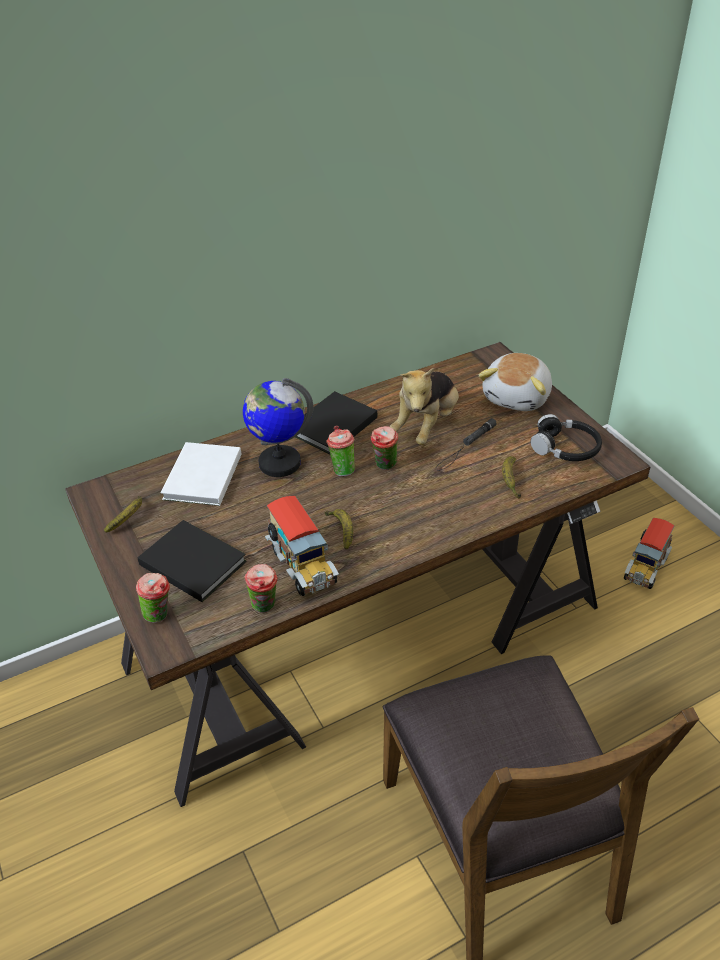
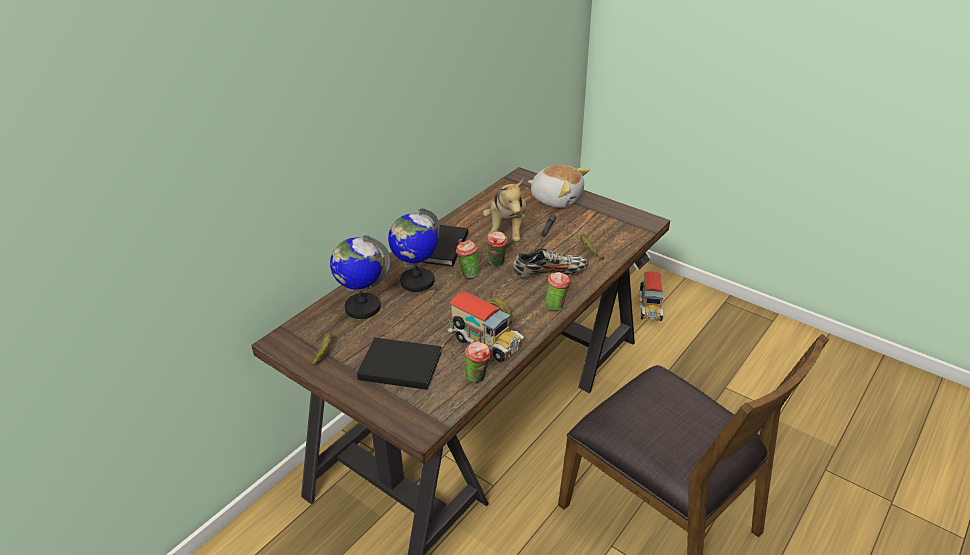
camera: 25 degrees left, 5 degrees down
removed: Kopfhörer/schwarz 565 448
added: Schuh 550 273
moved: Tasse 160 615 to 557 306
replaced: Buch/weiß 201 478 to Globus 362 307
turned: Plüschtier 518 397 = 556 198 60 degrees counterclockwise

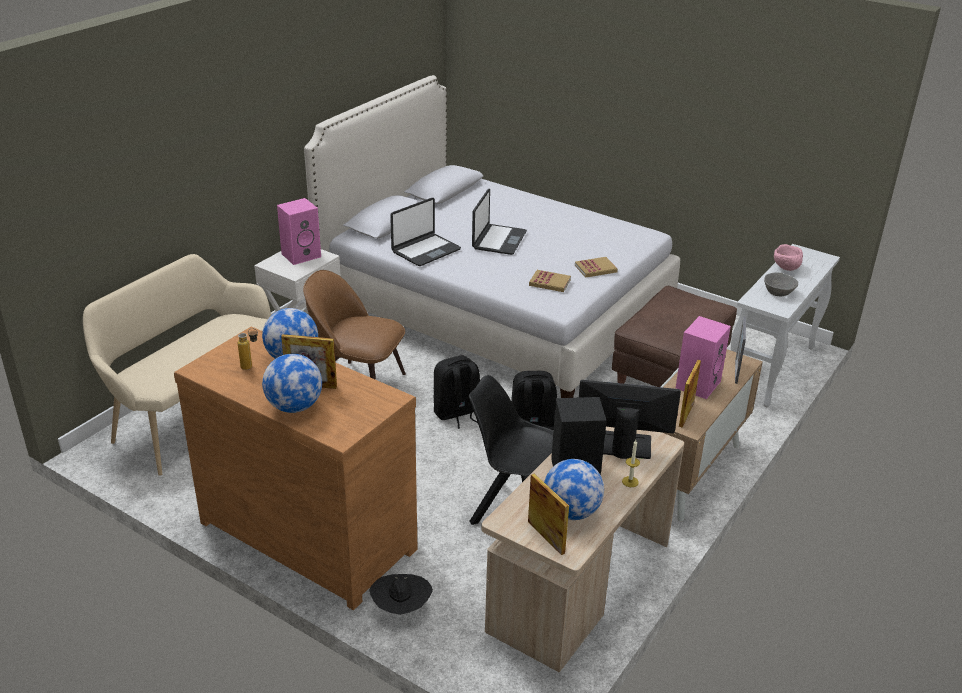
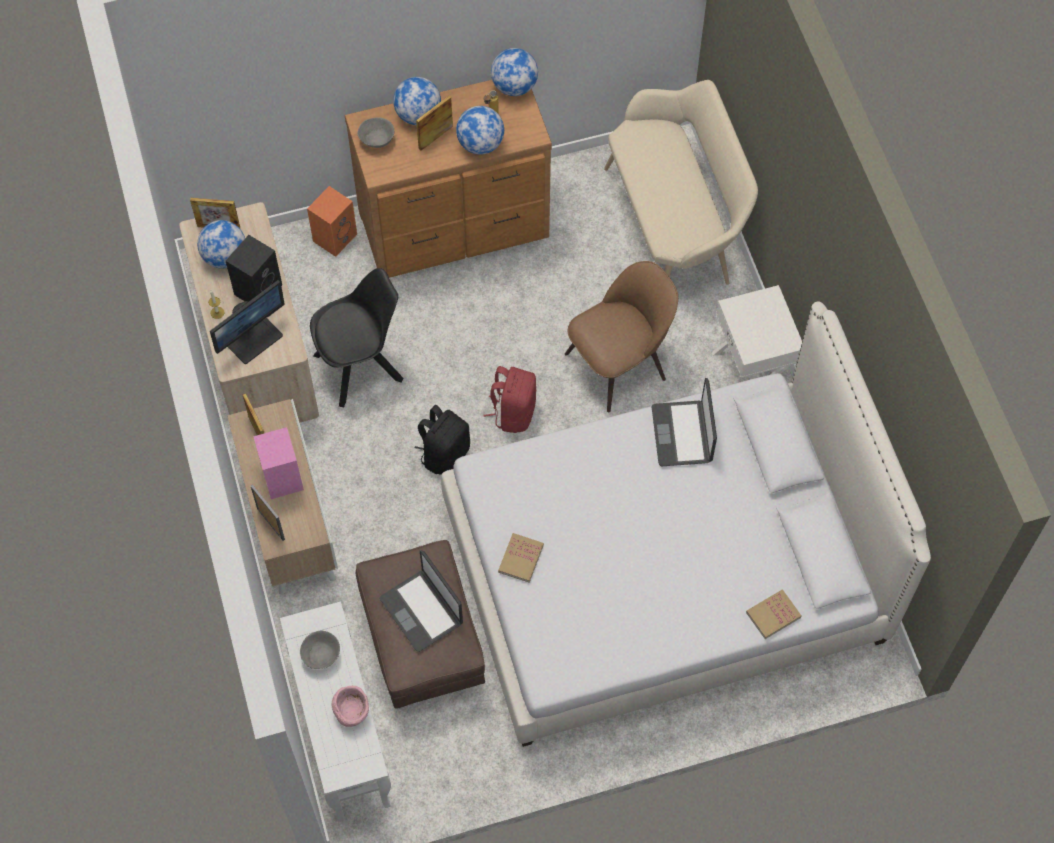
camera: 130 degrees right, 30 degrees up
removed: Lautsprecher/rosa 301 255
added: Globus 514 86; Schüssel/grau 377 140
moved: Laptop 498 240 to 422 610; Buch 549 282 to 773 615
replaced: Hut/schwarz 401 608 to Lautsprecher/orange 335 236
recoloured: Rucksack/schwarz 457 413 to Rucksack/rot 513 412

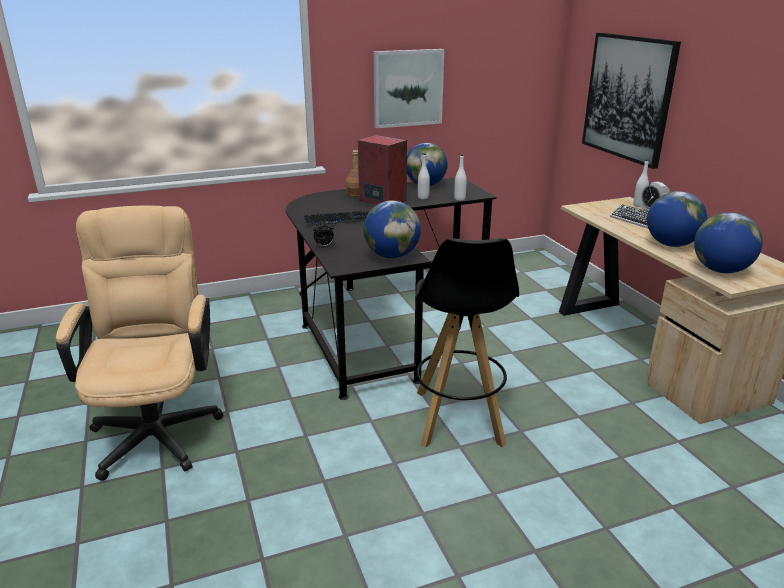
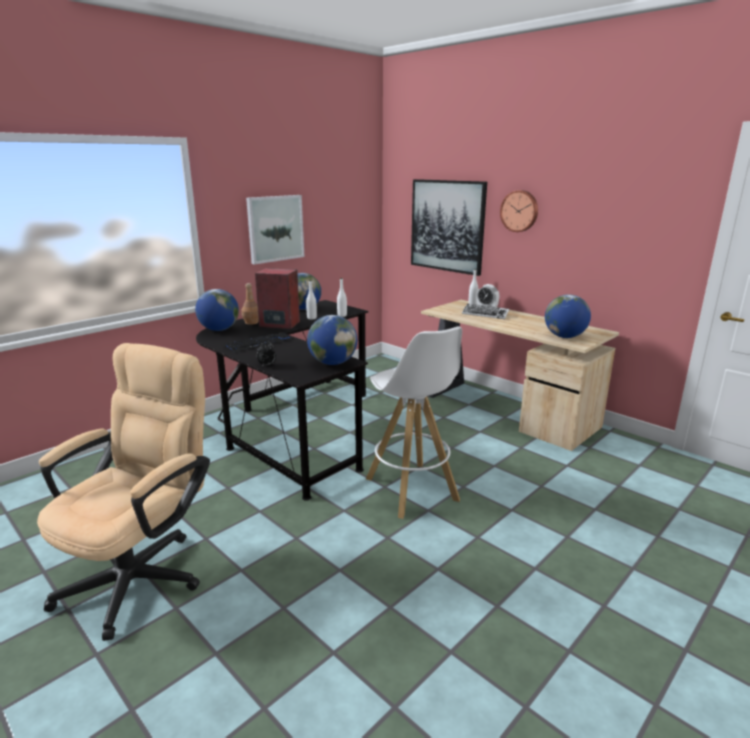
camera: 25 degrees left, 5 degrees down
added: Wanduhr 519 211
moved: Globus 671 244 to 219 330
recoloured: Hocker/schwarz 458 418 to Hocker/weiß 412 490
turned: Bürostuhl/beige 158 427 = 143 572 60 degrees clockwise

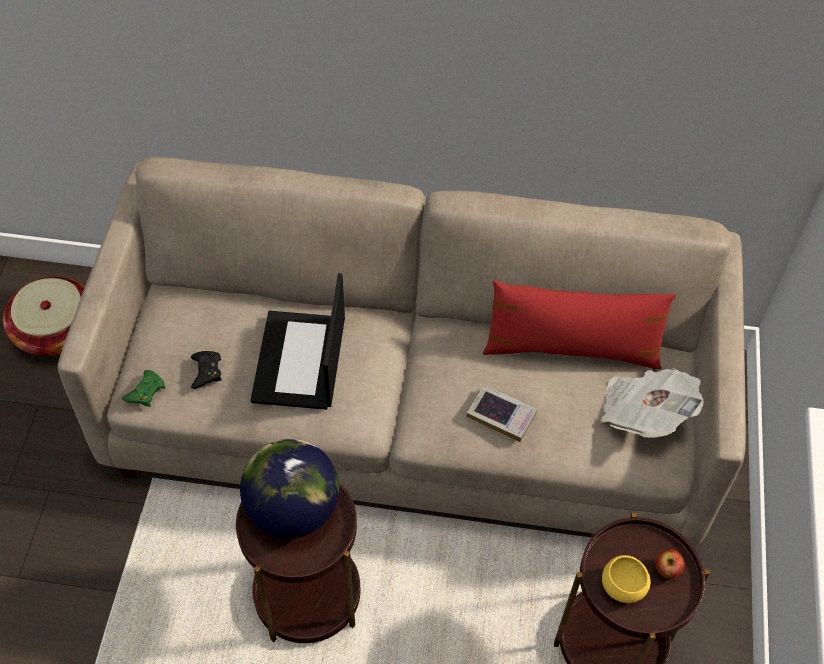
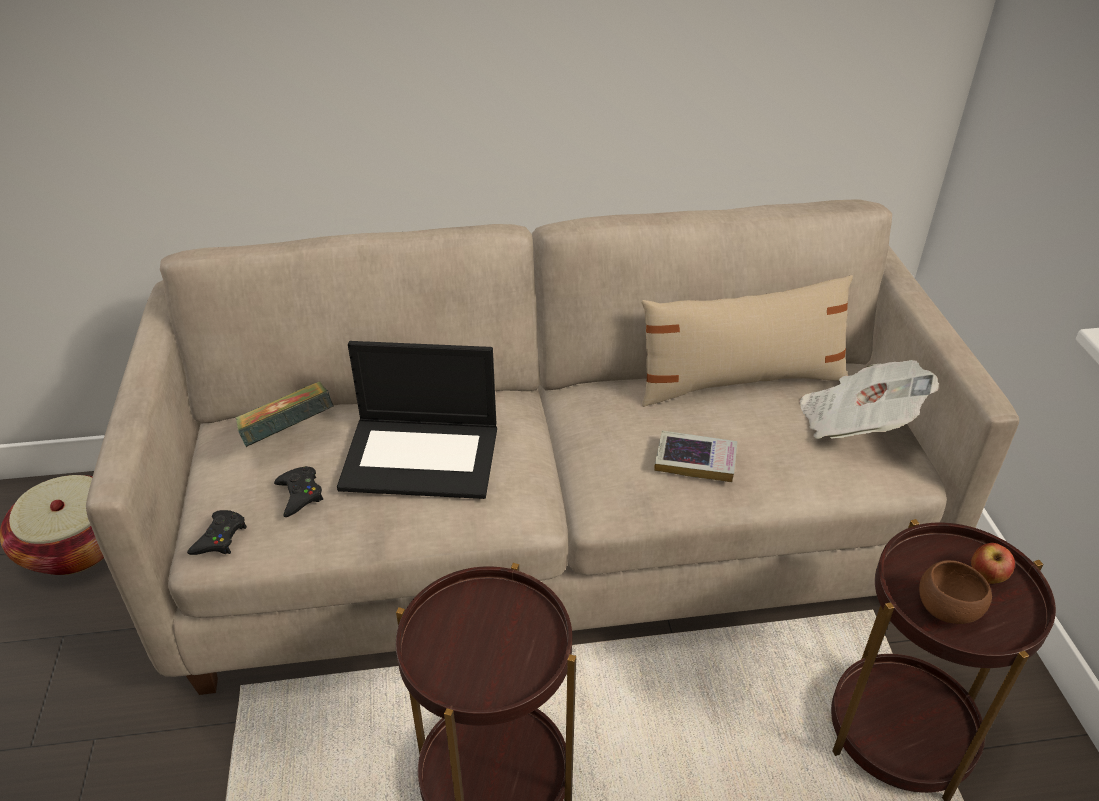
camera: 15 degrees left, 15 degrees down
removed: Globus 293 510
added: Buch 289 435
recoloured: Kissen/rot 572 348 to Kissen/beige 740 381; Gamepad/grün 146 391 to Gamepad/schwarz 220 538; Schüssel/gelb 622 587 to Schüssel/braun 947 610
turned: Laptop 300 361 = 422 456 75 degrees counterclockwise

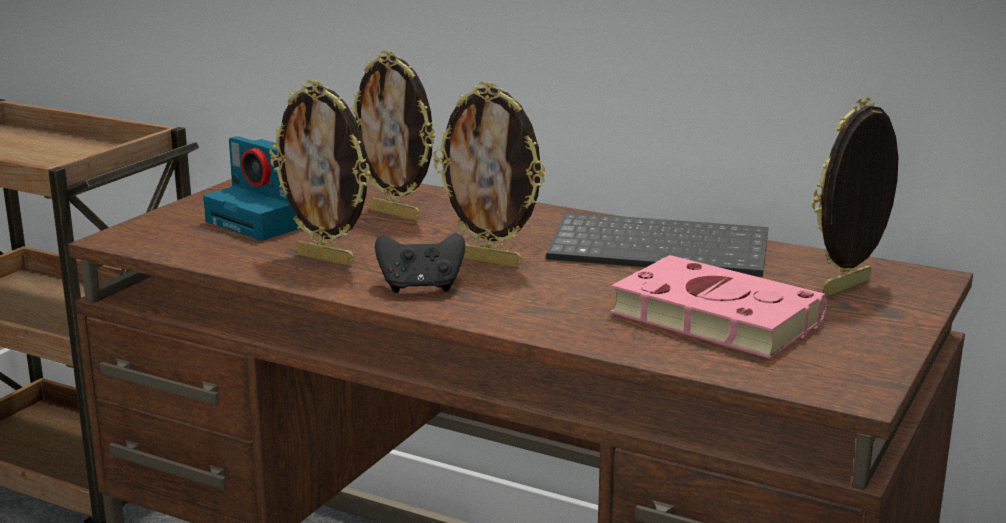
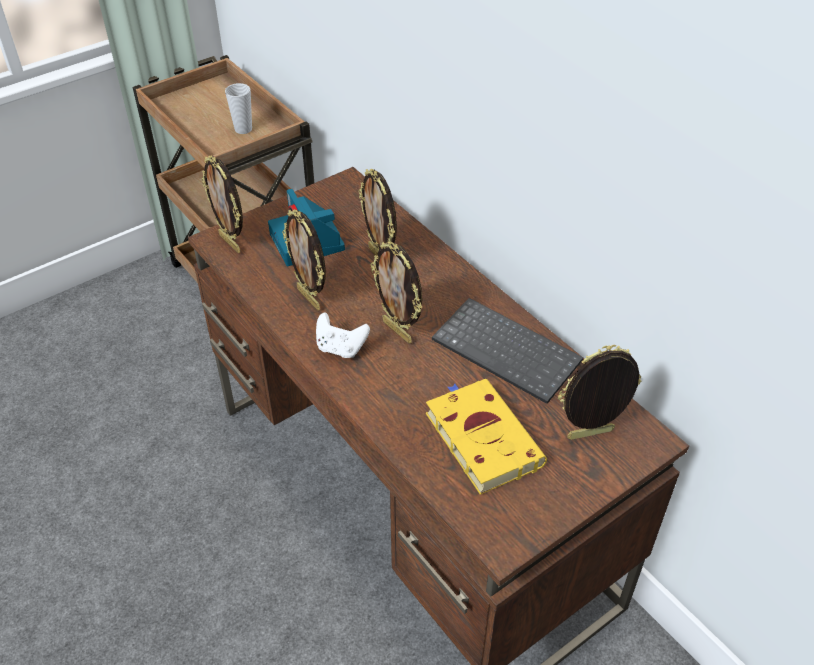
camera: 25 degrees right, 25 degrees up
added: Tasse 243 129; Bilderrahmen 231 243
recoloured: Gamepad/schwarz 421 287 to Gamepad/weiß 341 348; Buch/rosa 710 316 to Buch/gelb 480 437

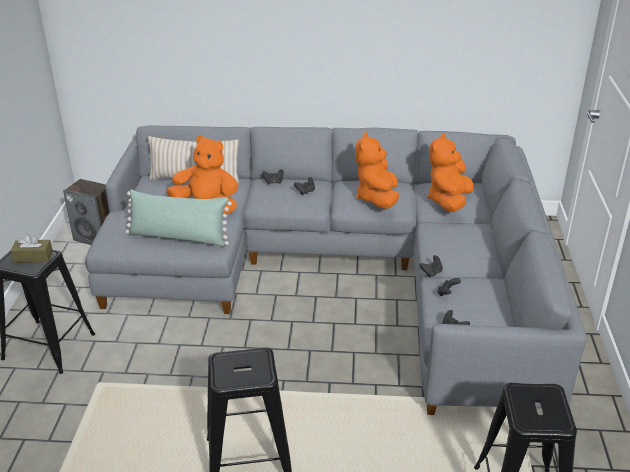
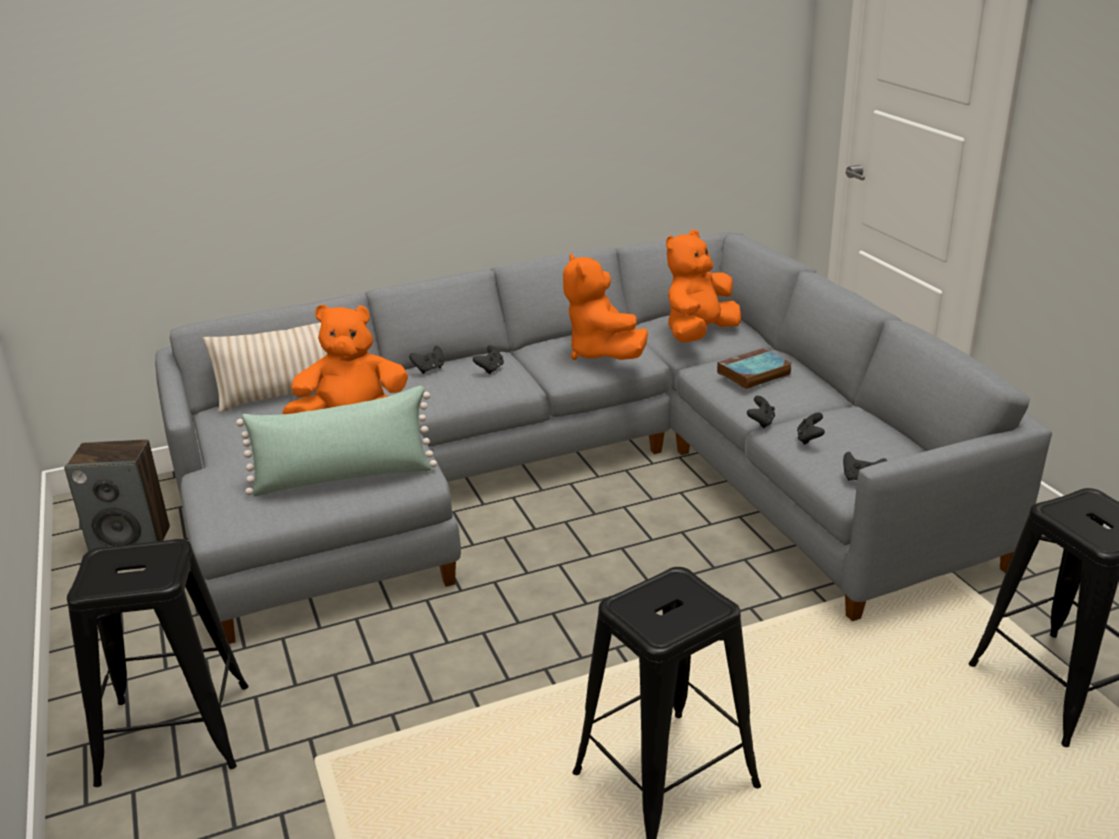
camera: 25 degrees left, 5 degrees down
removed: Taschentuchbox/braun 33 257
added: Buch 753 374
turned: Plüschtier/orange 448 201 = 699 334 45 degrees clockwise

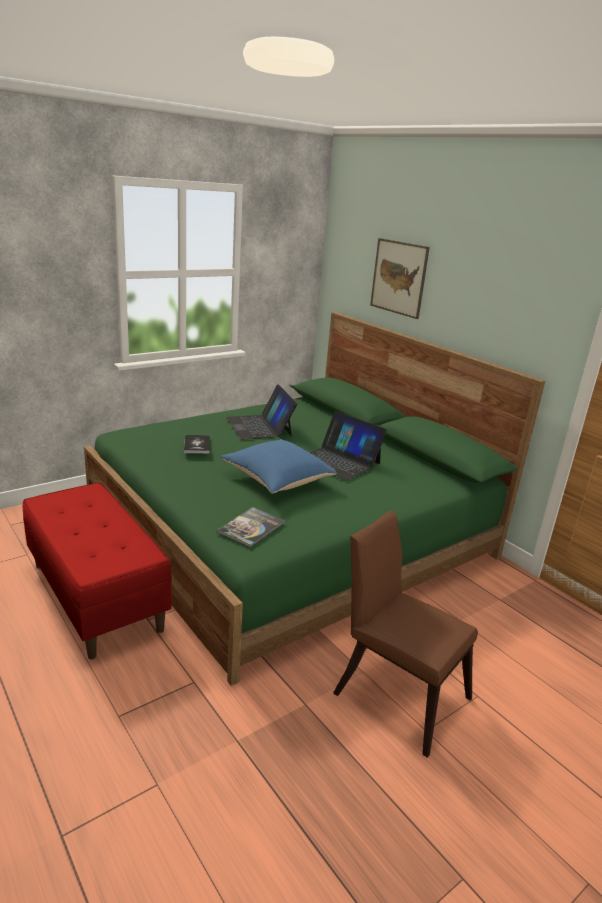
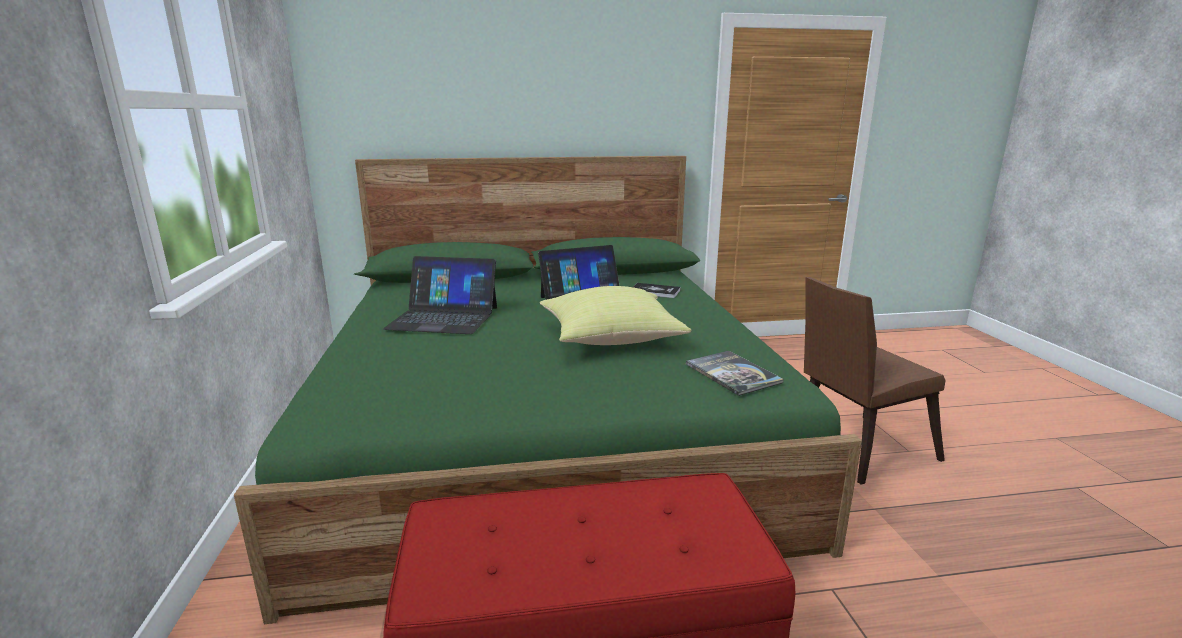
camera: 60 degrees left, 5 degrees down
removed: Bild 398 277
moved: Buch 197 445 to 654 291
recoloured: Kissen/blau 275 481 to Kissen/gelb 610 340

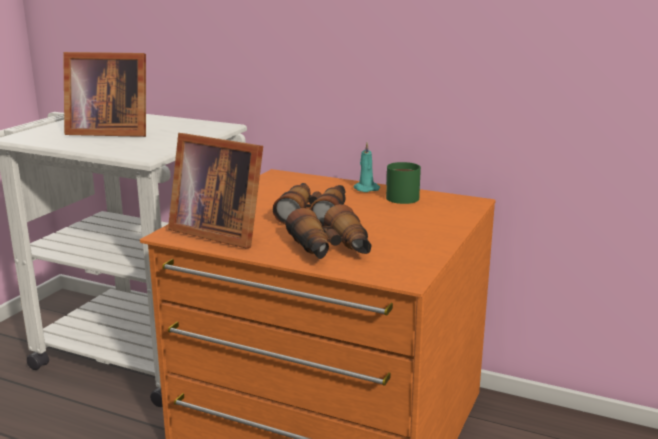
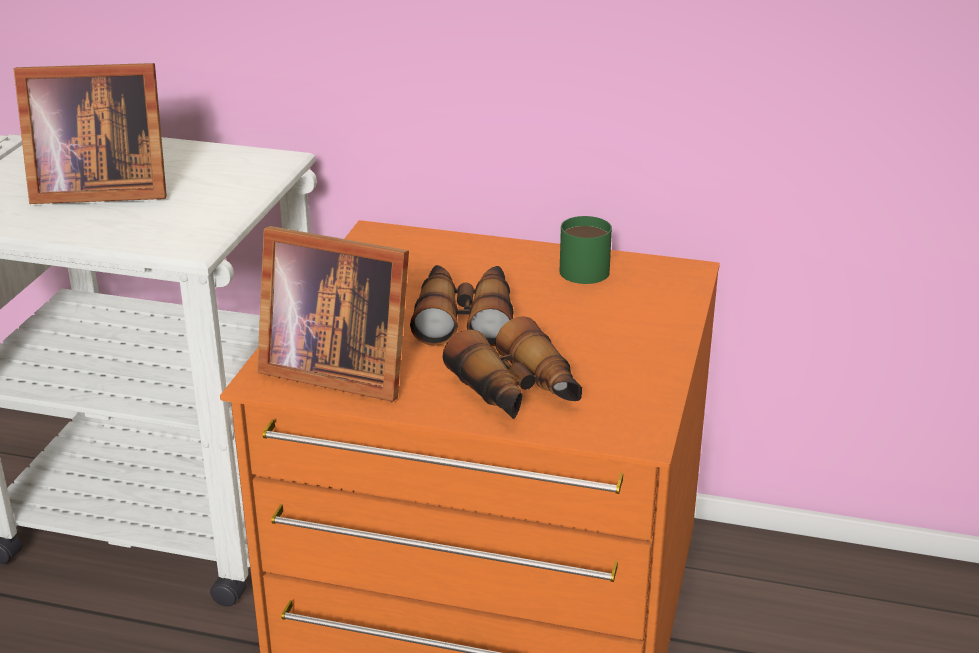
camera: 10 degrees left, 10 degrees up
removed: Kerze/türkis 365 188

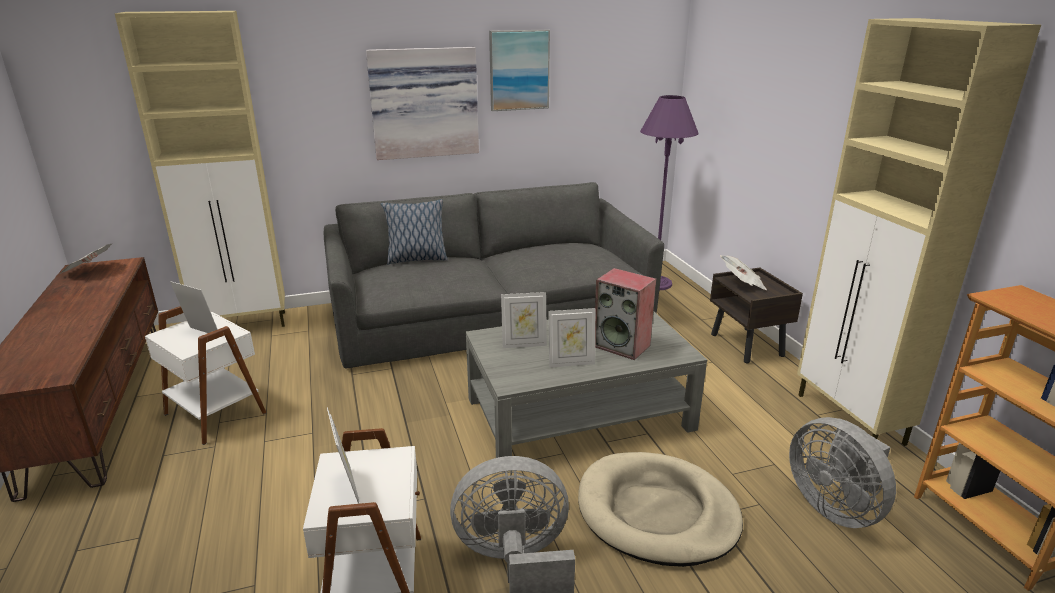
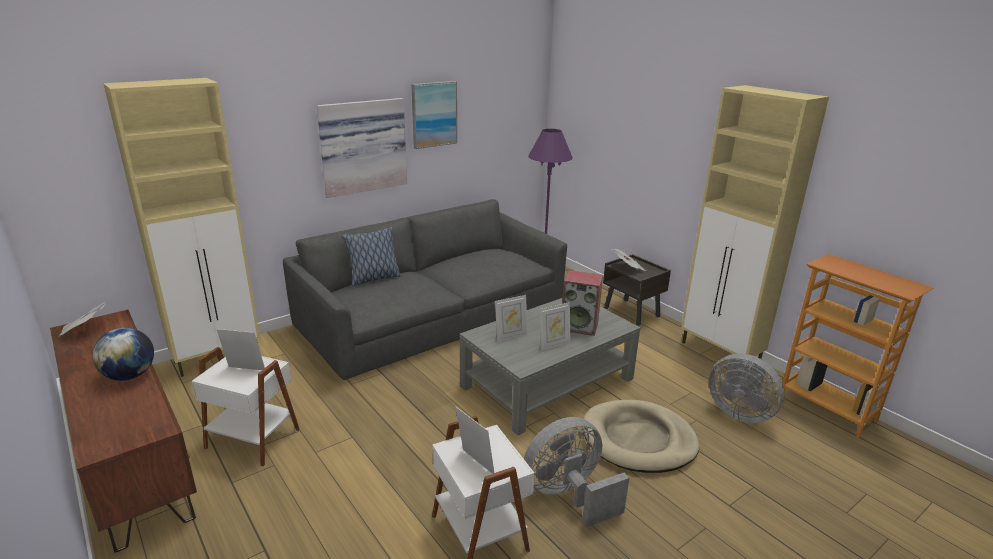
camera: 20 degrees left, 0 degrees up
added: Globus 130 376

